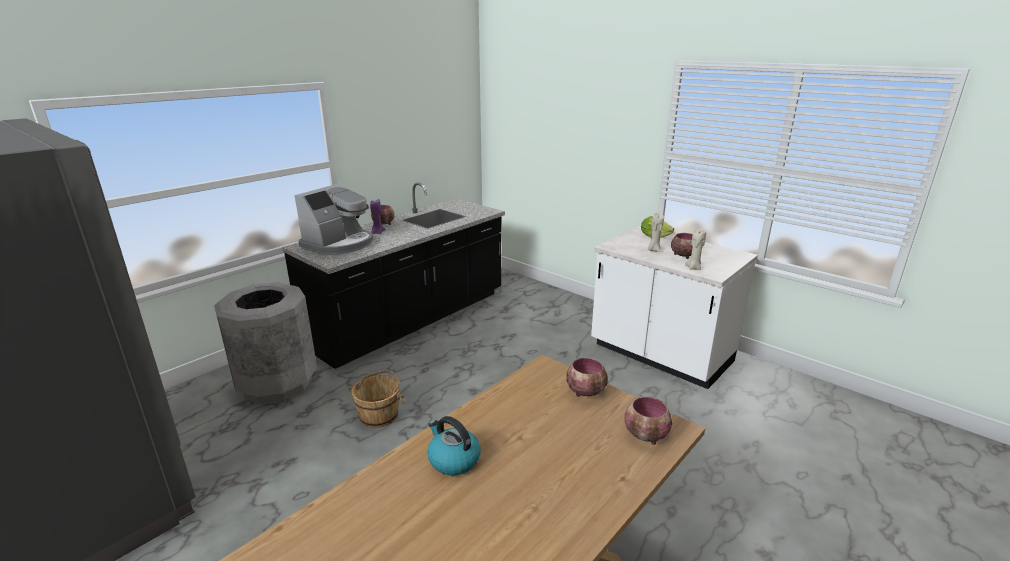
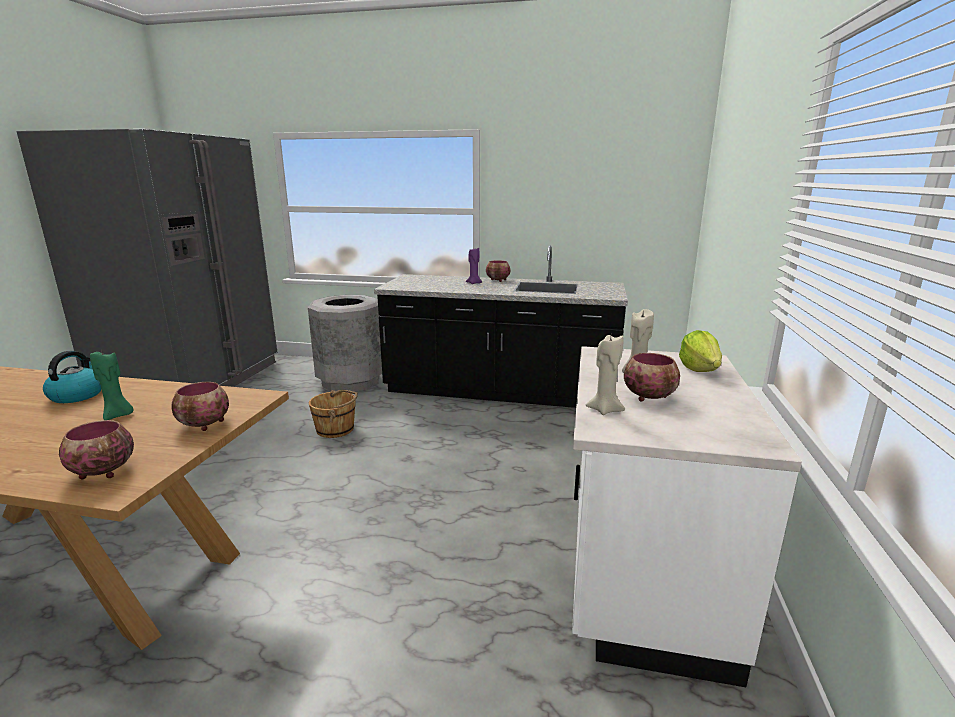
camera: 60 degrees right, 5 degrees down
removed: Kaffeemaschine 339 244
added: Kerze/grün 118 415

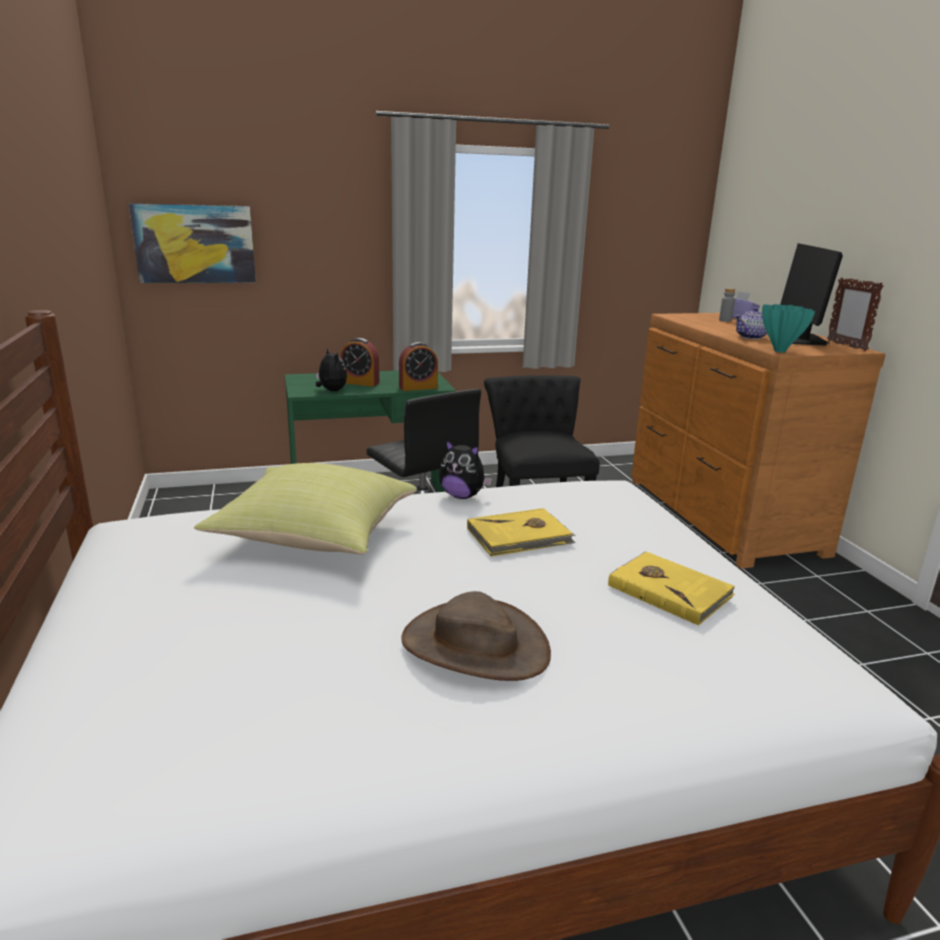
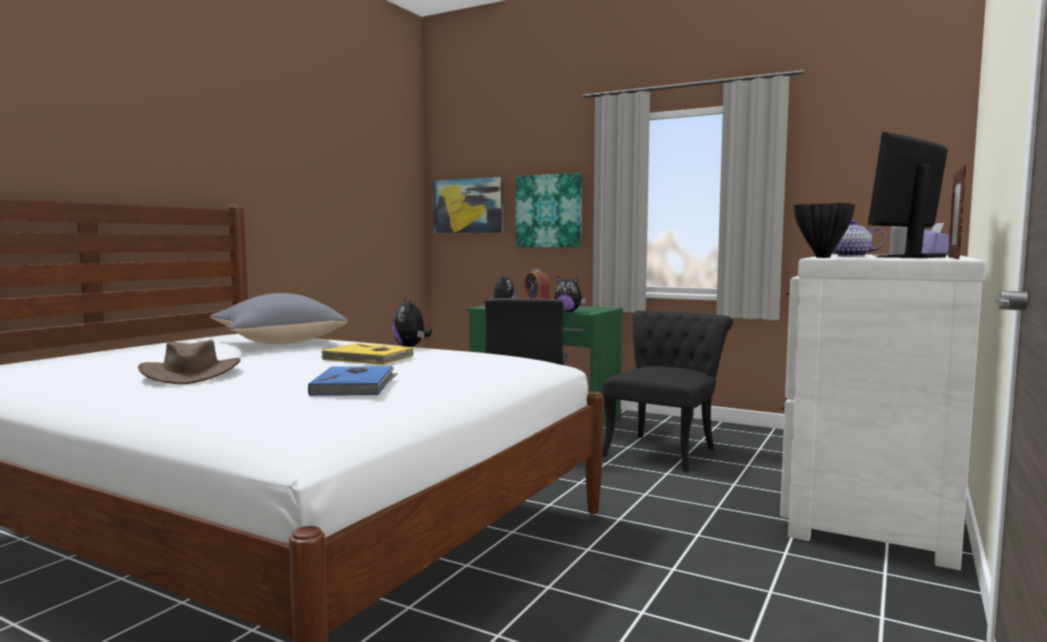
camera: 45 degrees right, 15 degrees down
added: Bild 549 211
replaced: Wecker 418 387 to Plüschtier 568 311
recoloured: Vase/türkis 778 351 to Vase/schwarz 822 257; Kommode/braun 719 516 to Kommode/weiß 869 500; Kissen/gelb 312 538 to Kissen/grau 277 343; Buch/gelb 669 590 to Buch/blau 355 385

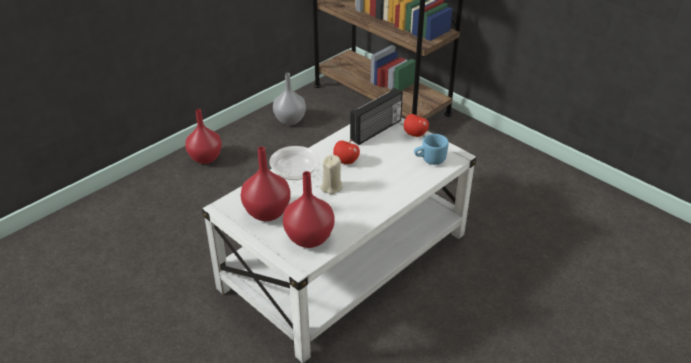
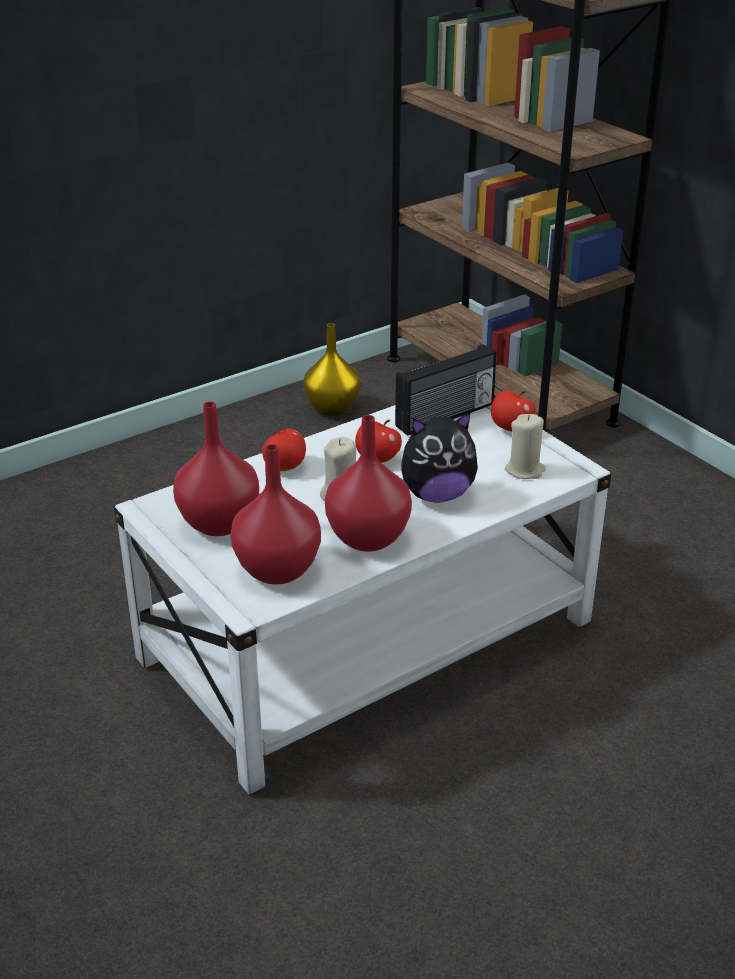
camera: 10 degrees right, 5 degrees down
added: Plüschtier 437 495
moved: Vase/rot 205 158 to 366 538
replaced: Henkelbecher/blau 429 160 to Kerze/beige 525 470; Schüssel 295 172 to Apfel 285 467
recoloured: Vase/grau 290 120 to Vase/gelb 333 408

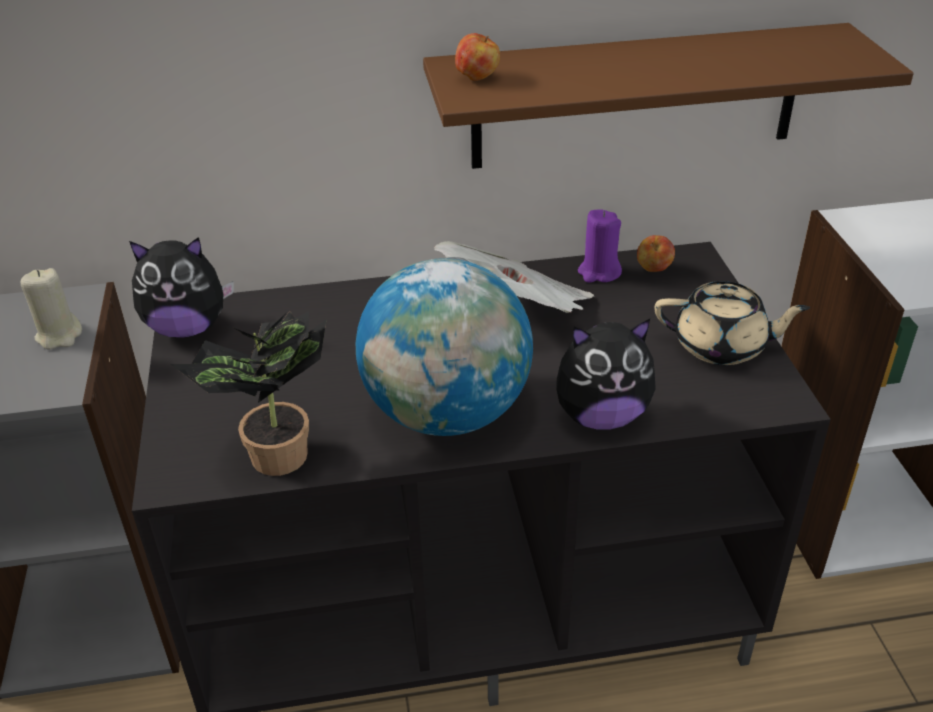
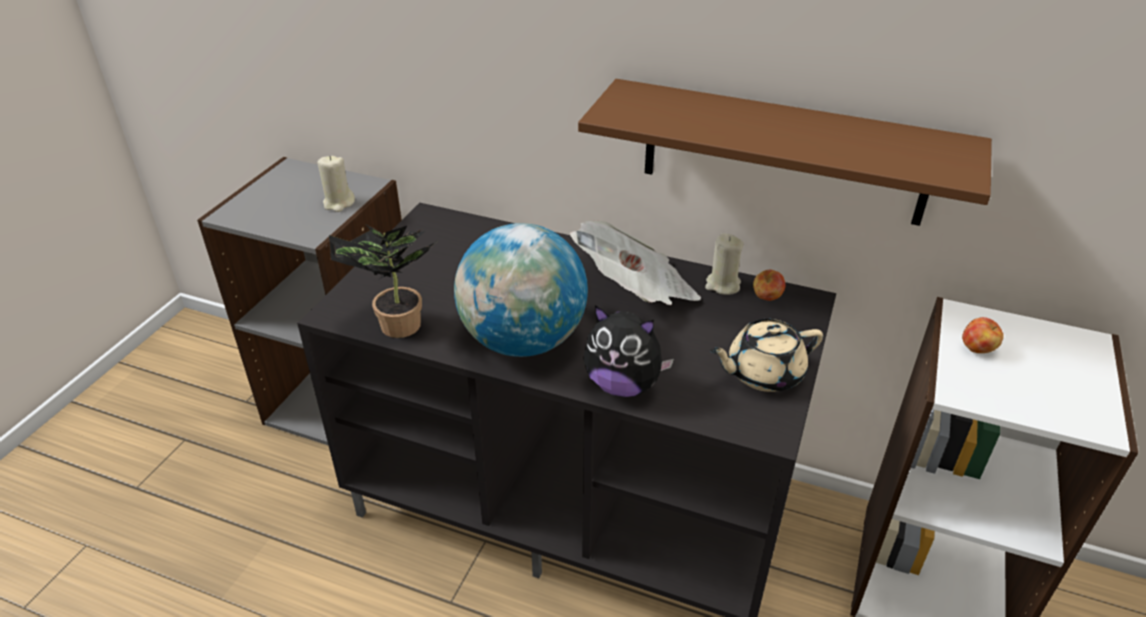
camera: 30 degrees right, 0 degrees up
removed: Plüschtier 188 328
moved: Apfel 477 77 to 977 349
recoloured: Kerze/lila 599 272 to Kerze/beige 722 285
turned: Teekanne/beige 721 346 = 762 373 120 degrees clockwise

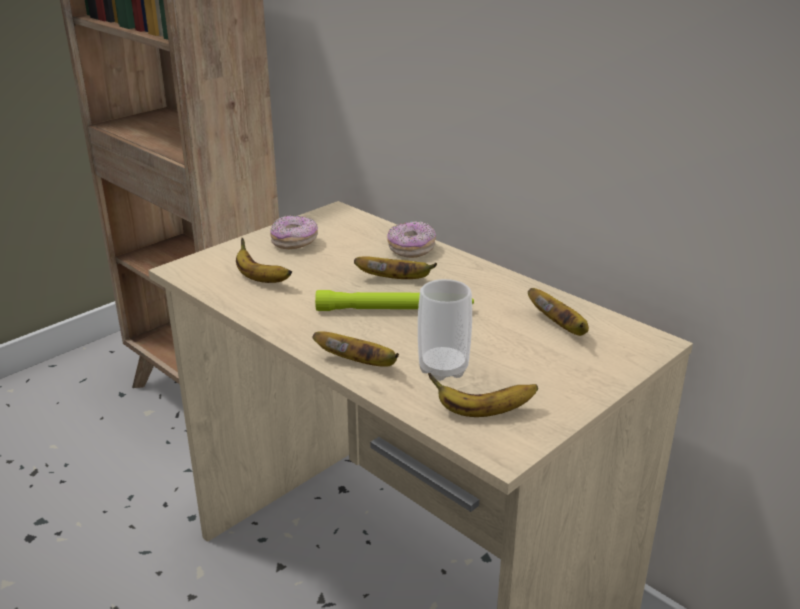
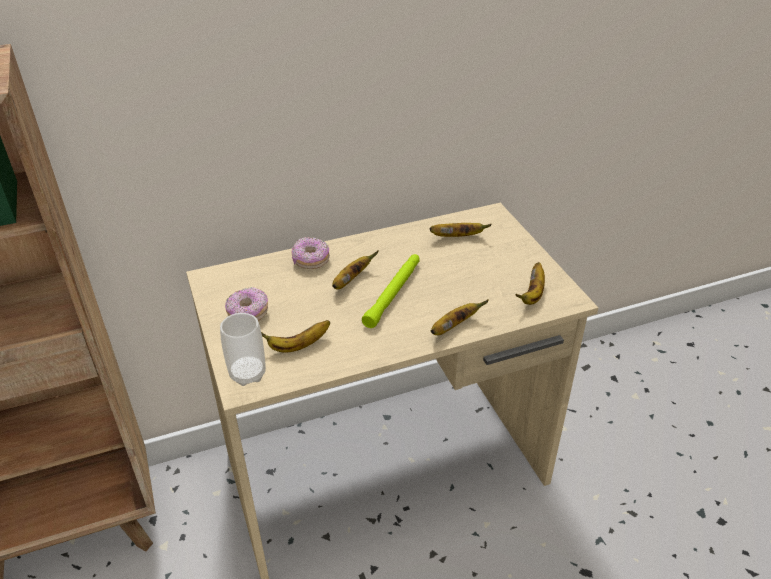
camera: 65 degrees left, 10 degrees up
moved: Tasse 443 369 to 248 374

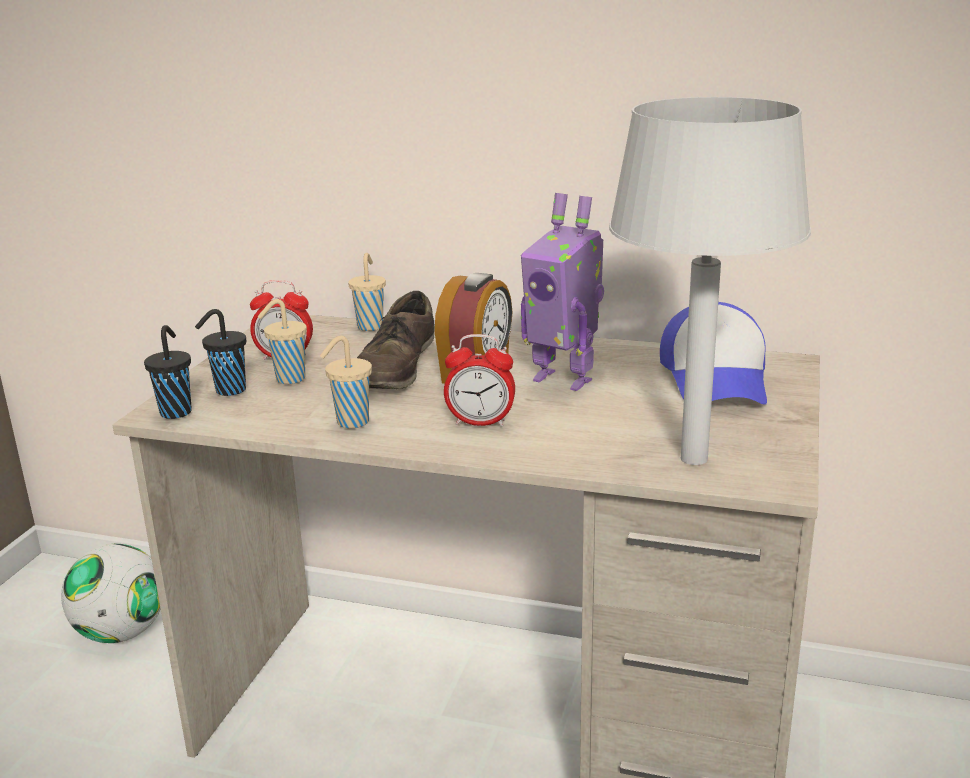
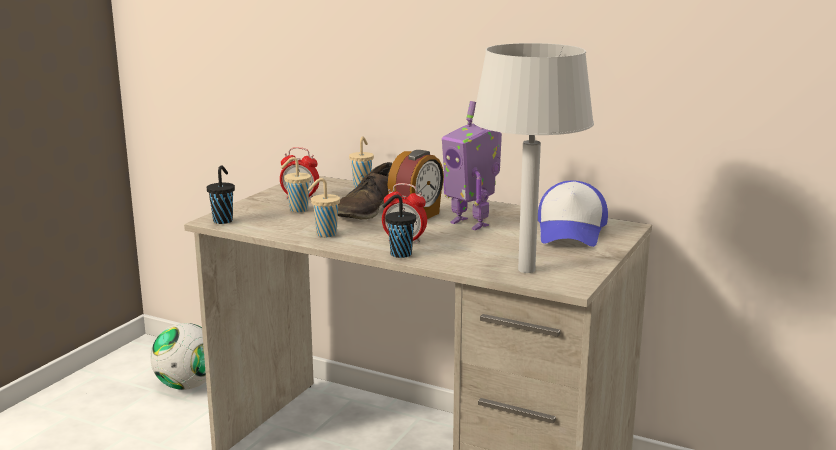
camera: 10 degrees right, 5 degrees down
moved: Tasse/schwarz 228 390 to 399 254

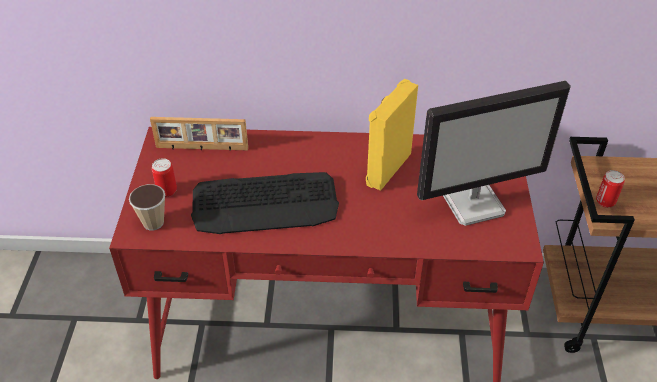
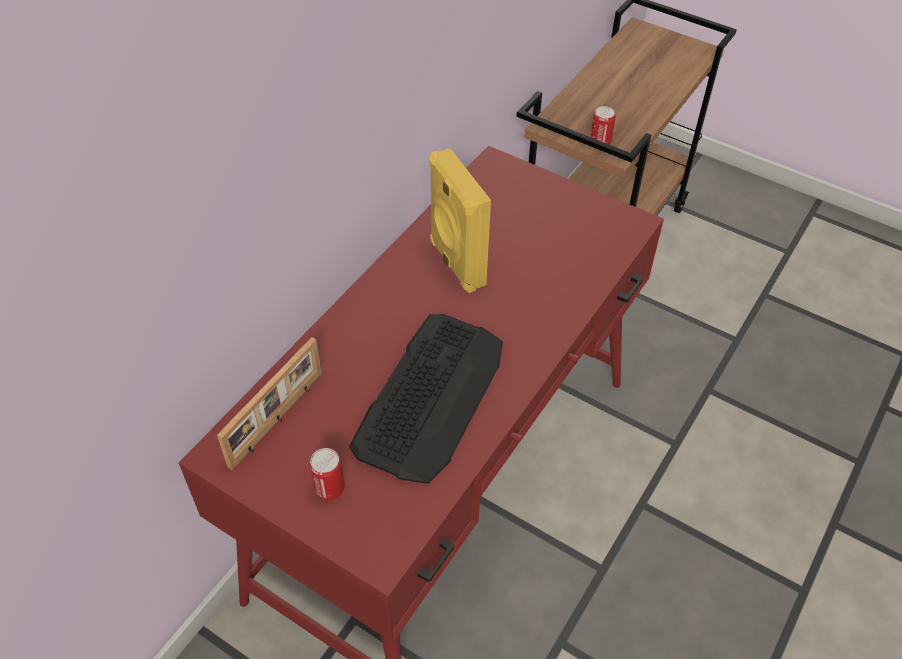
camera: 60 degrees left, 5 degrees up
removed: Monitor 474 203; Tasse 153 223

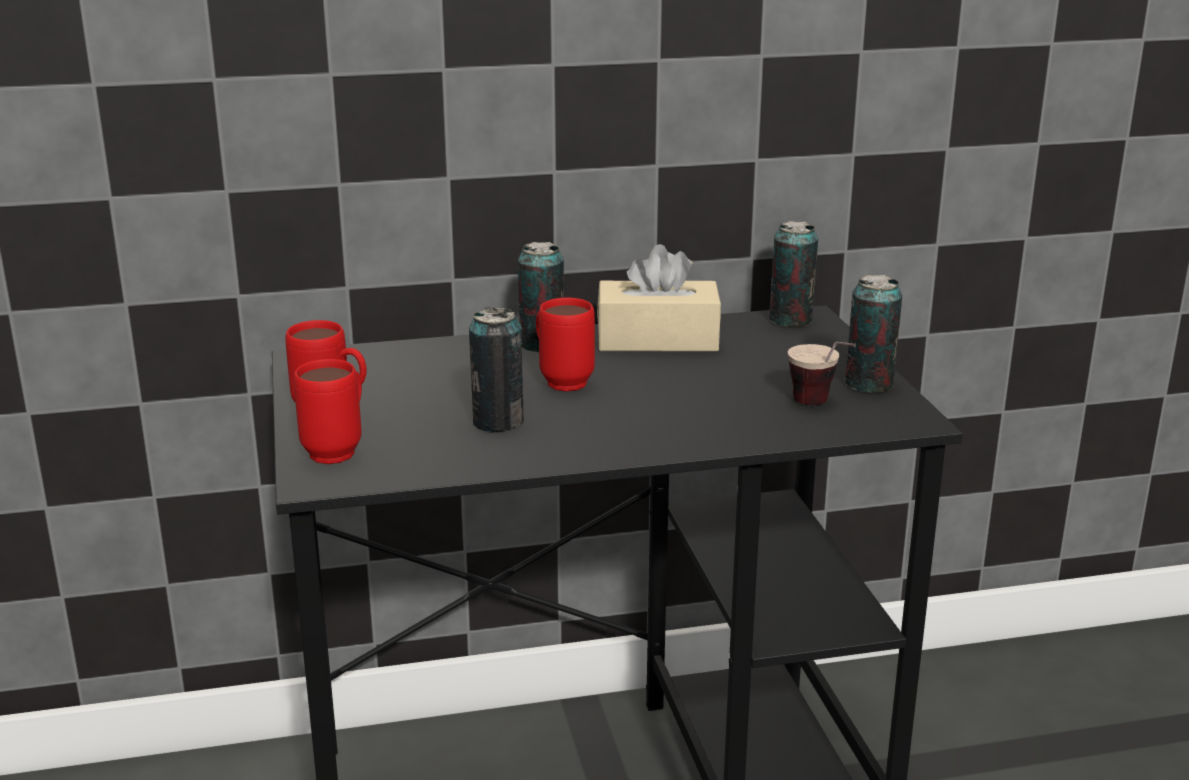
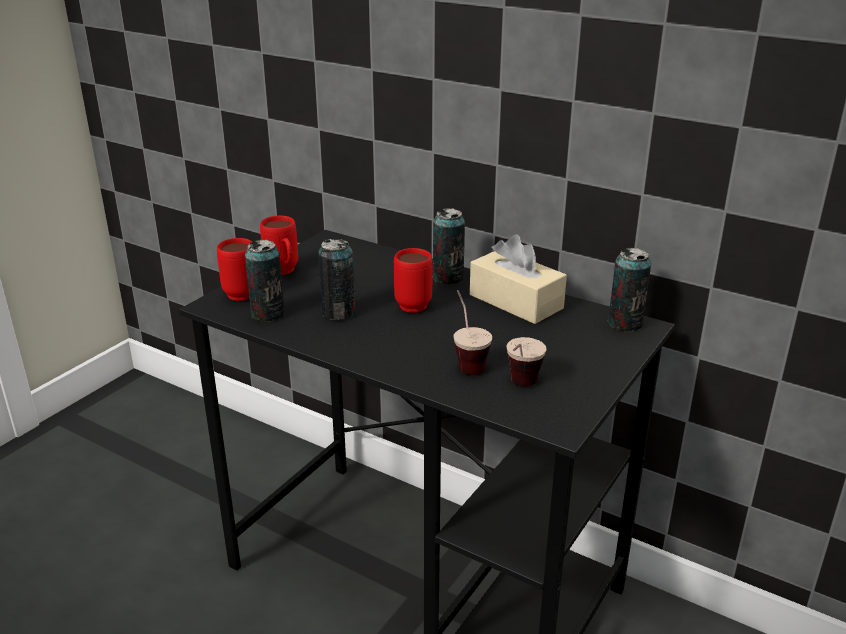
camera: 45 degrees right, 5 degrees up
added: Tasse 466 361
moved: Dose 869 384 to 268 314

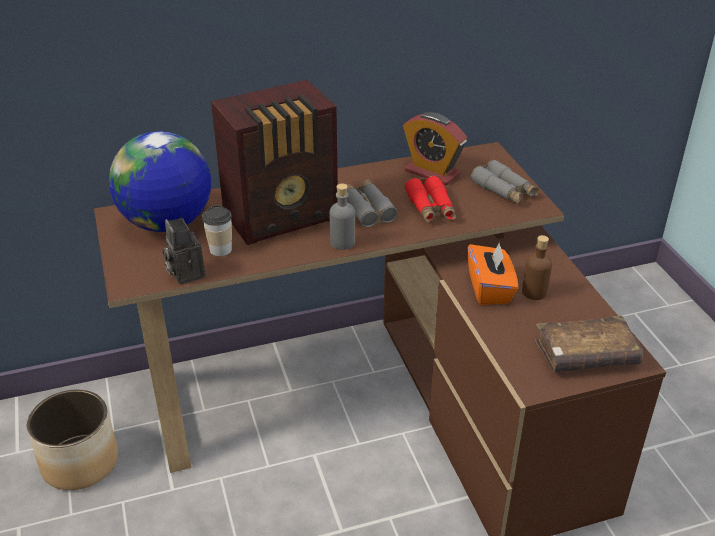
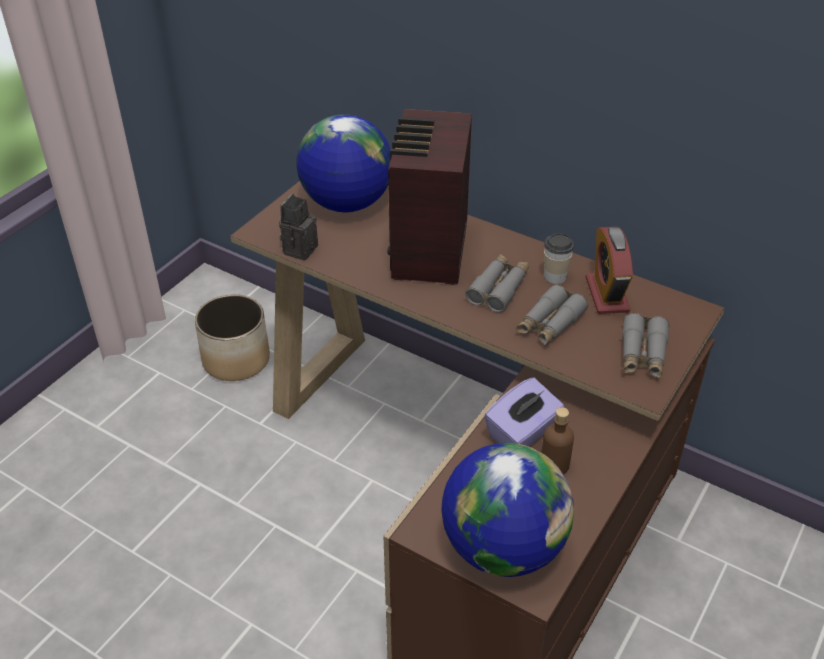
camera: 50 degrees right, 5 degrees up
removed: Flasche/grau 342 242
moved: Tasse 220 250 to 555 277
replaced: Buch/braun 585 355 to Globus 503 547
recoloured: Fernglas/rot 431 208 to Fernglas/grau 549 324; Taschentuchbox/orange 490 289 to Taschentuchbox/lila 522 432
turned: Radio 283 217 = 427 252 75 degrees clockwise

